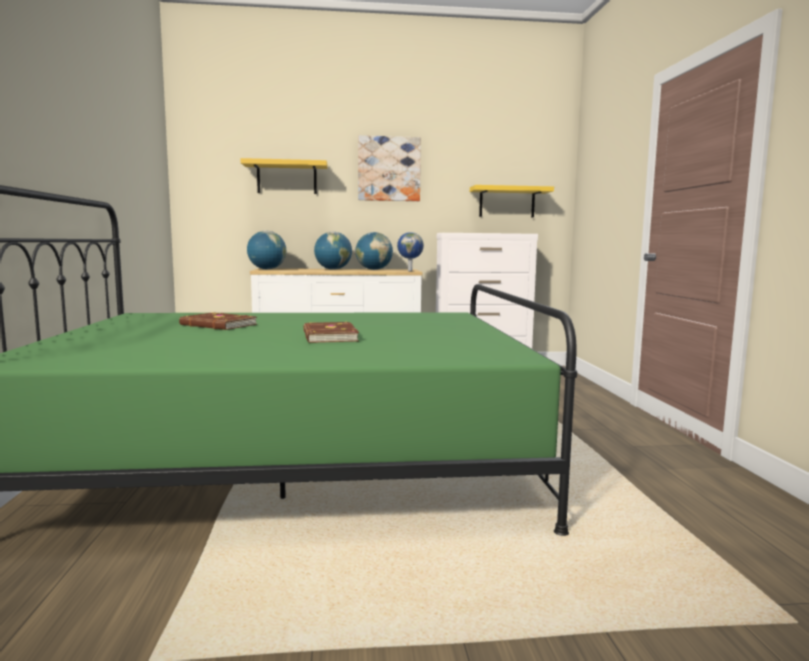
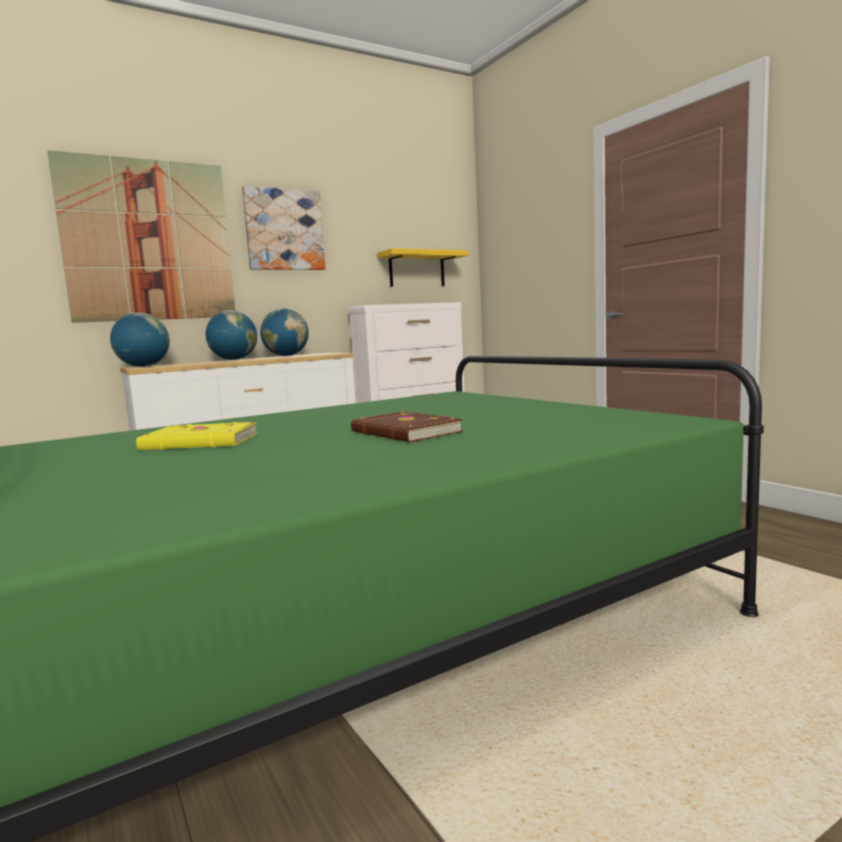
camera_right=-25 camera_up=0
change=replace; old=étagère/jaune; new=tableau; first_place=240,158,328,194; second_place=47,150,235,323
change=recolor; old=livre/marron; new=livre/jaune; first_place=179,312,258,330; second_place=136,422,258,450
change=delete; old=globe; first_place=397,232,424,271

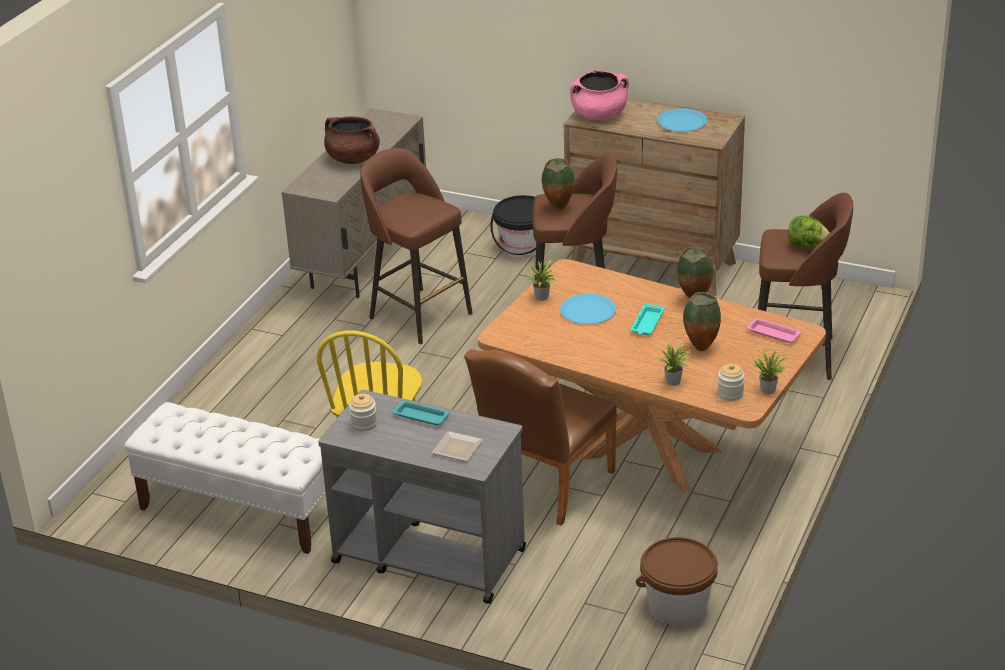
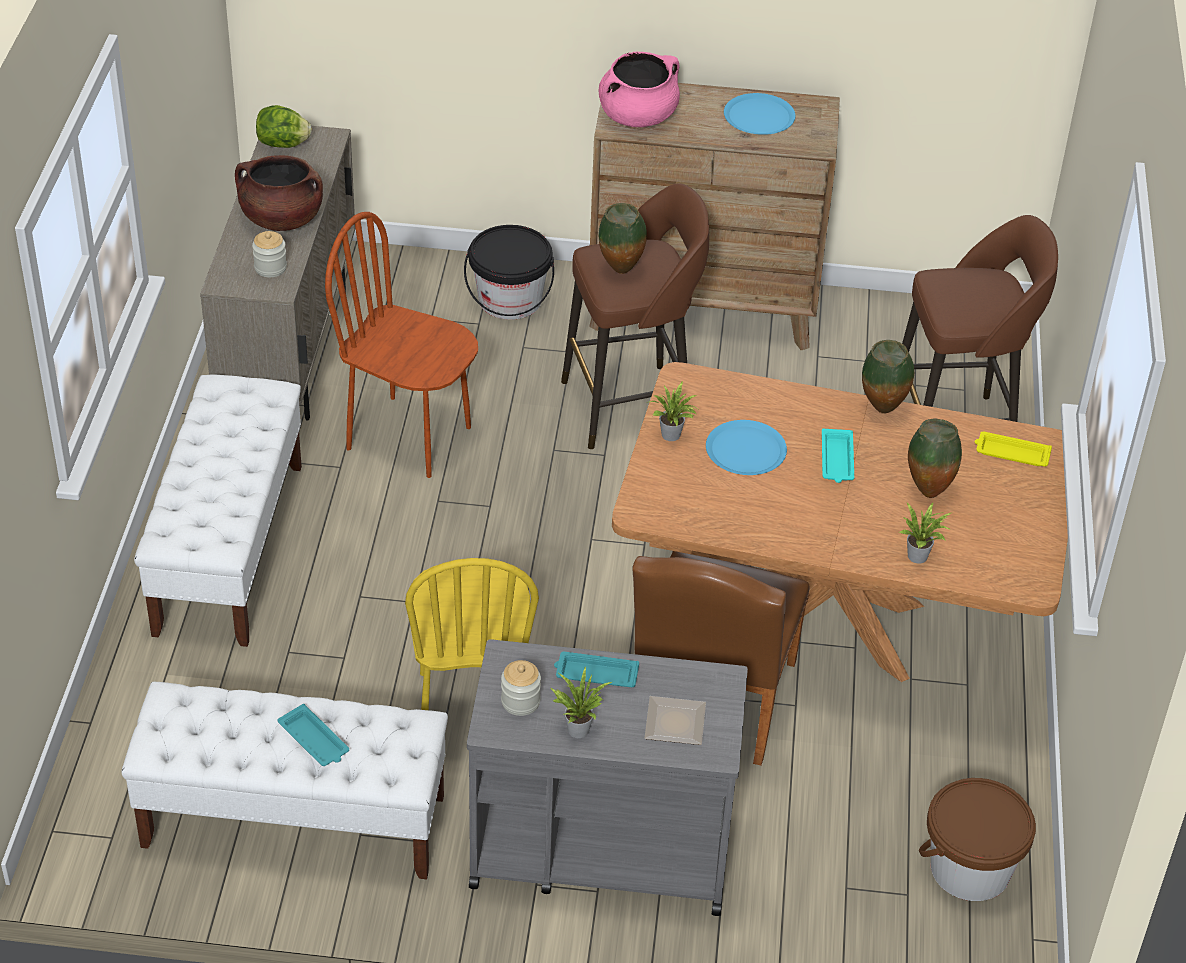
camera_right=-20 camera_up=10
change=insert; new=banc/blanc; second_place=134,375,302,647
change=move; old=bocal; first_place=718,364,745,401; second_place=252,231,287,277
change=move; old=laitue; first_place=788,216,830,249; second_place=256,105,312,148
change=insert; new=plateau/turquoise; second_place=278,704,349,766
change=replace; old=tabouret/marron; new=chaise/marron; first_place=360,148,473,344; second_place=325,212,478,478
change=move; old=plante en pot; first_place=752,347,792,395; second_place=550,666,612,738
change=recolor; old=plateau/rose; new=plateau/jaune; first_place=747,318,802,343; second_place=975,431,1052,467

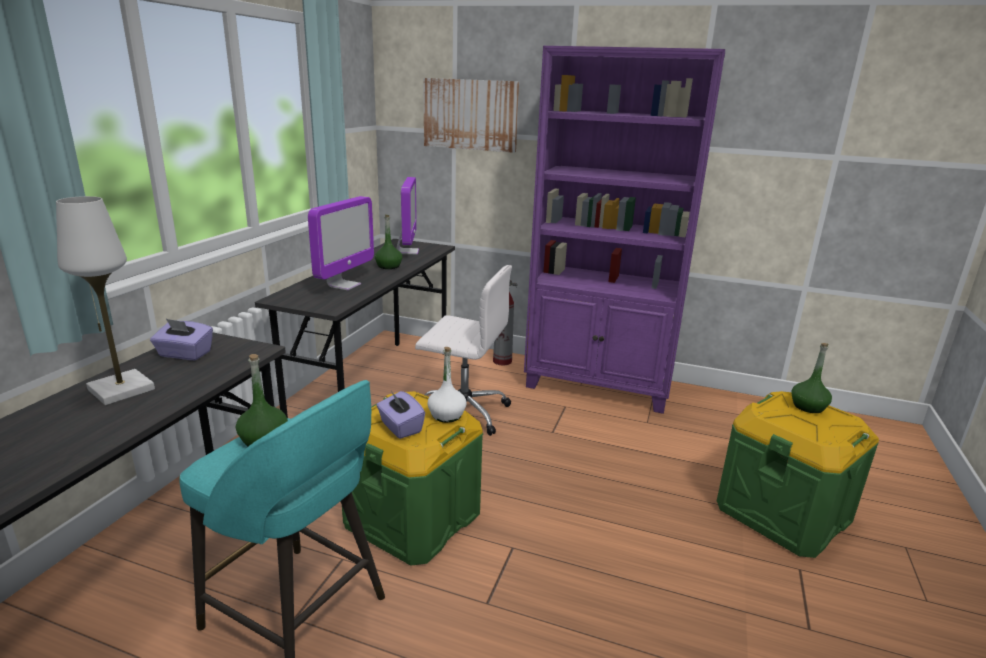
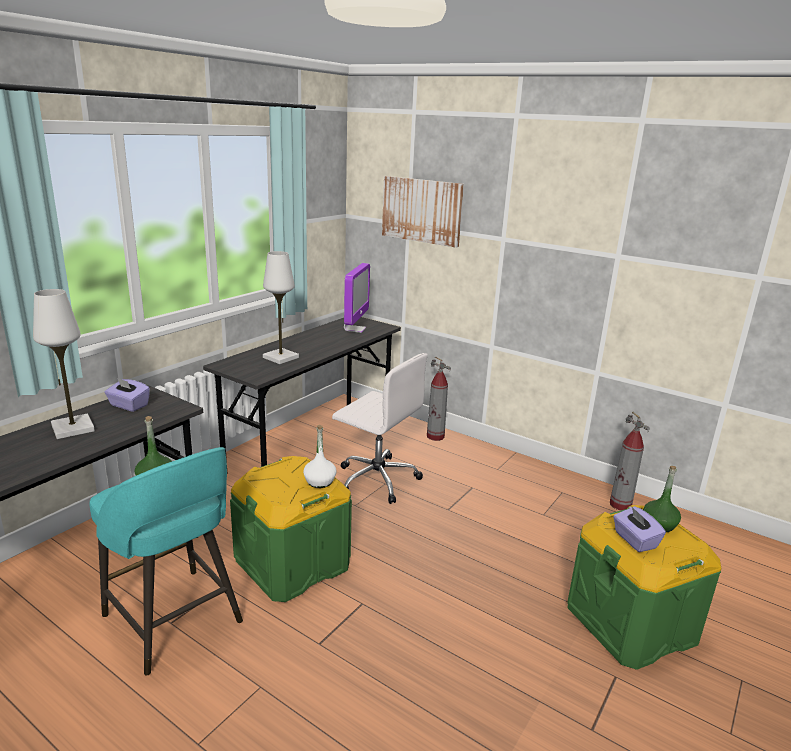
camera_right=15 camera_up=0
change=replace; old=écran d'ordinateur; new=lampe de table/blanc; first_place=308,196,374,290; second_place=263,251,299,364
change=insert; new=extincteur; second_place=610,412,650,510
change=move; old=boîte à mouchoirs/violet; first_place=376,391,425,439; second_place=613,506,666,552
change=delete; old=bouteille/vert; first_place=375,215,402,269
change=delete; old=bibliothèque/violet; first_place=524,46,725,414

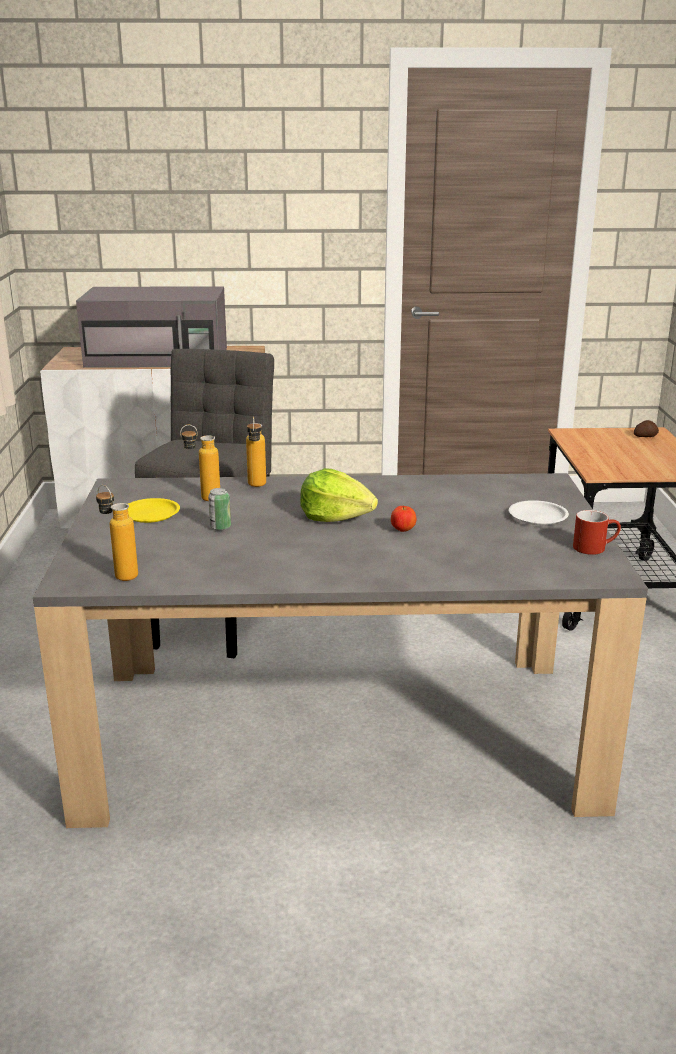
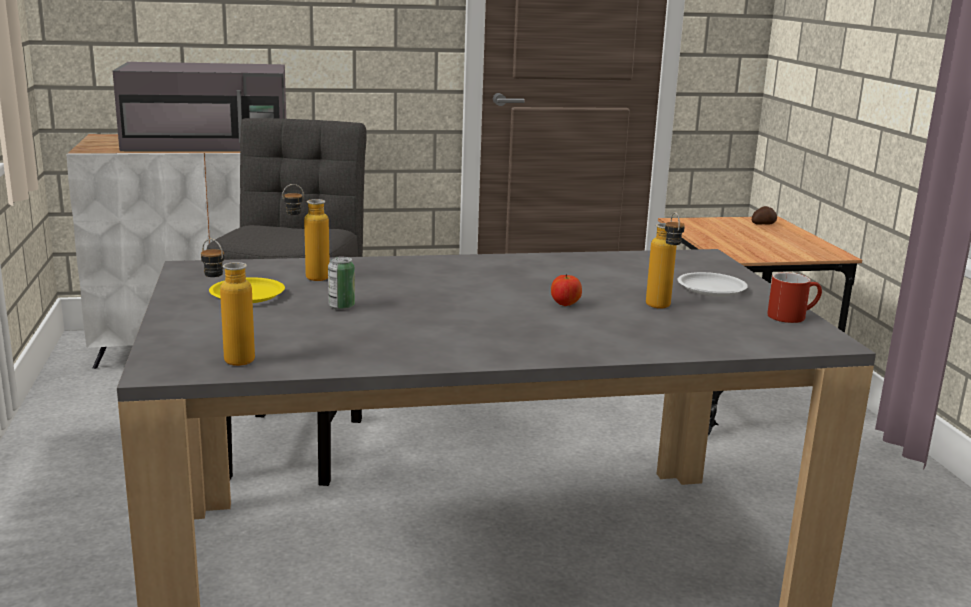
camera_right=-10 camera_up=-5
change=move; old=bouteille; first_place=246,417,266,487; second_place=646,212,685,309
change=delete; old=laitue; first_place=300,468,378,522

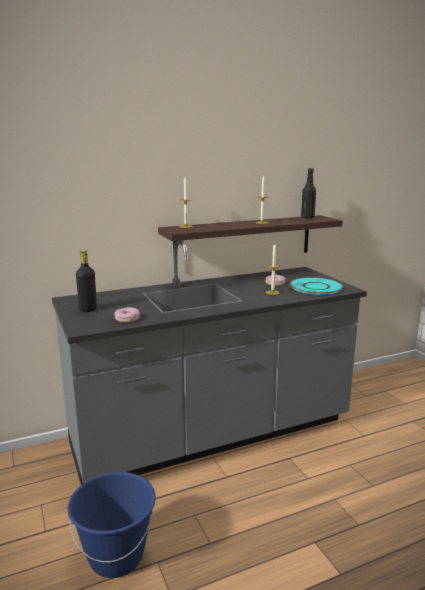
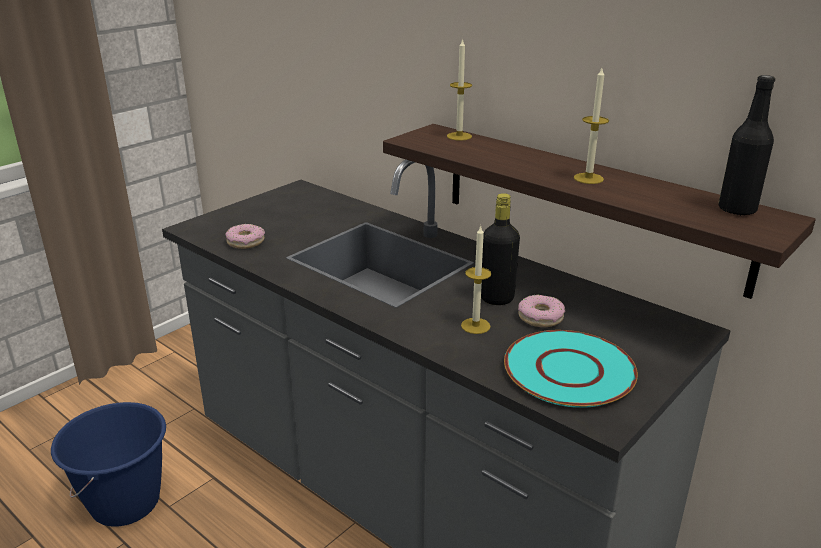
camera_right=65 camera_up=10
change=move; old=bouteille/noir; first_place=76,250,97,312; second_place=481,193,520,305

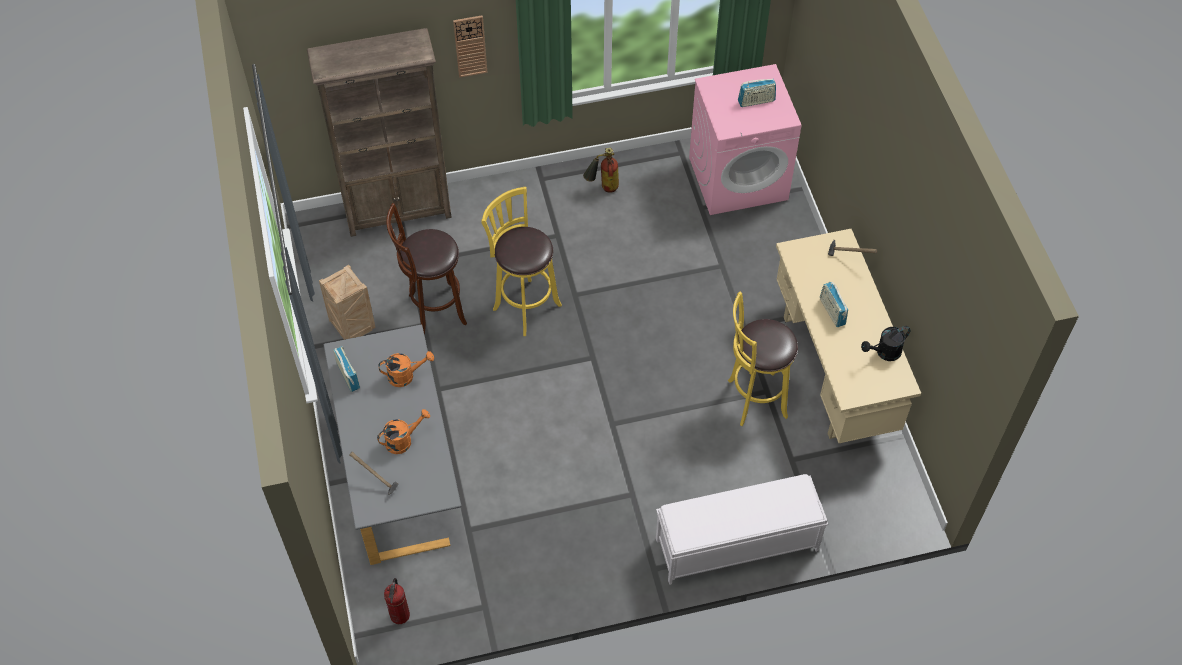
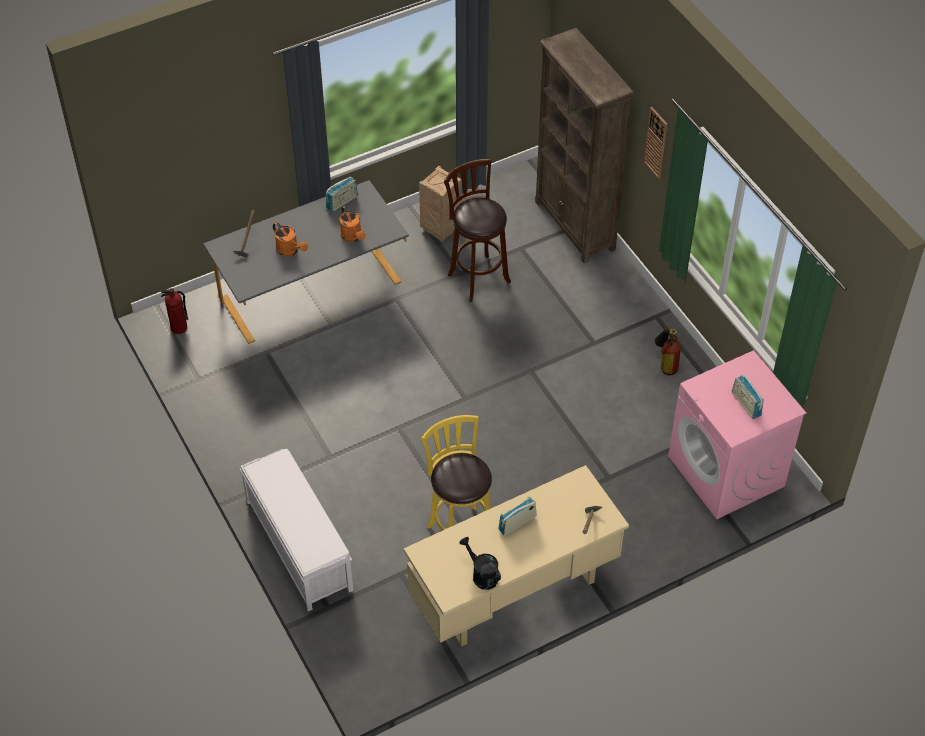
camera_right=75 camera_up=-5
change=delete; old=tabouret/jaune; first_place=481,187,562,336

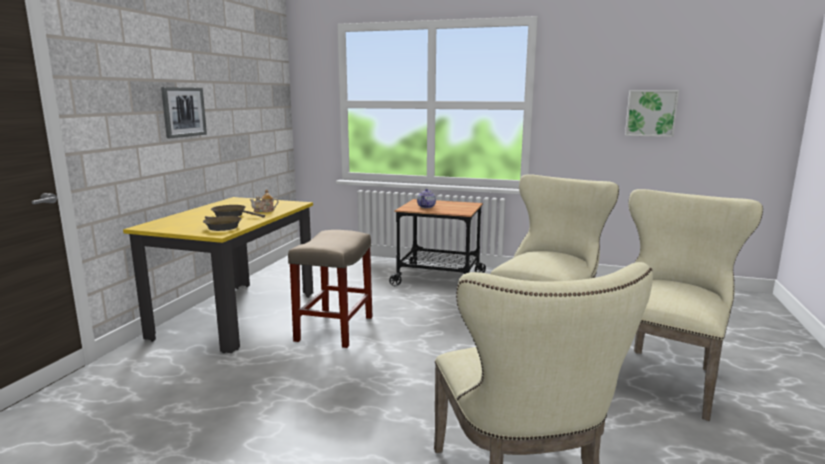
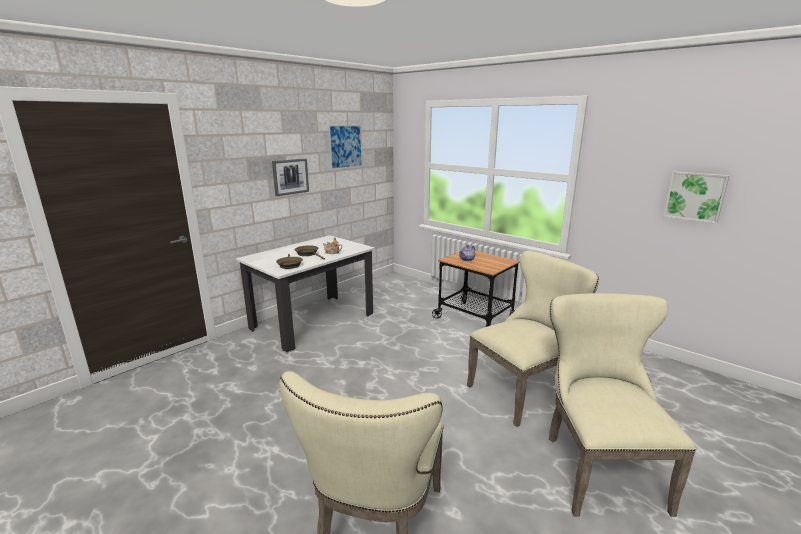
camera_right=25 camera_up=5
change=recolor; old=table à manger/jaune; new=table à manger/blanc; first_place=123,197,313,353; second_place=236,235,375,352
change=insert; new=tableau; second_place=328,124,363,170
change=rotate; old=chaise/beige; first_place=628,189,763,421; second_place=549,293,696,517; degrees=-60
change=delete; old=tabouret/beige; first_place=288,230,372,348

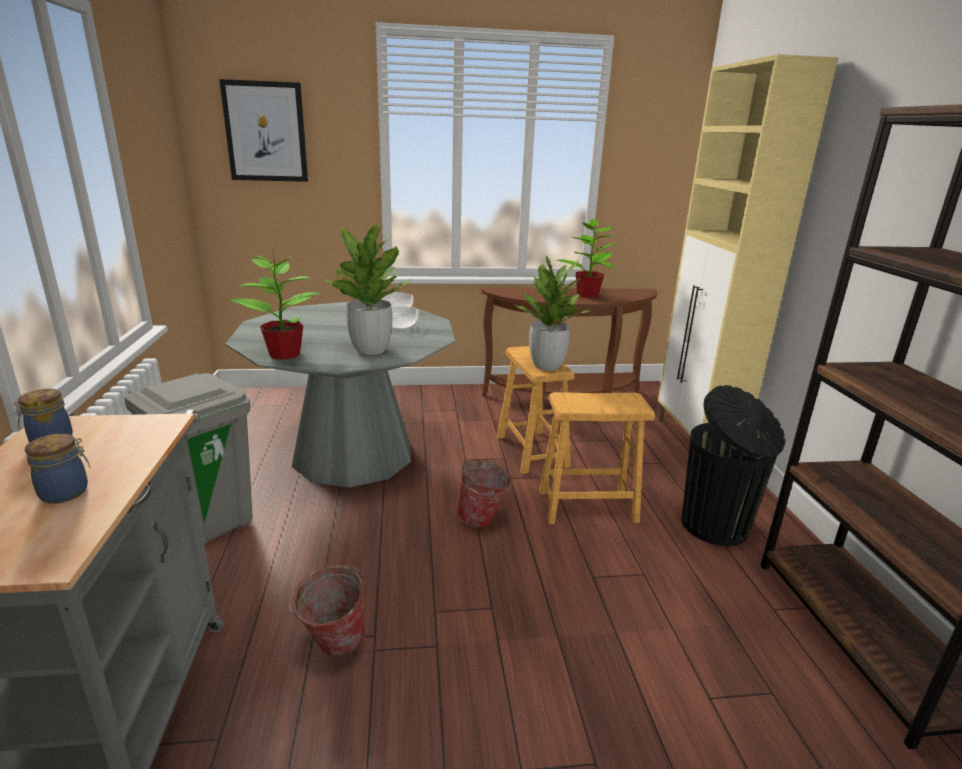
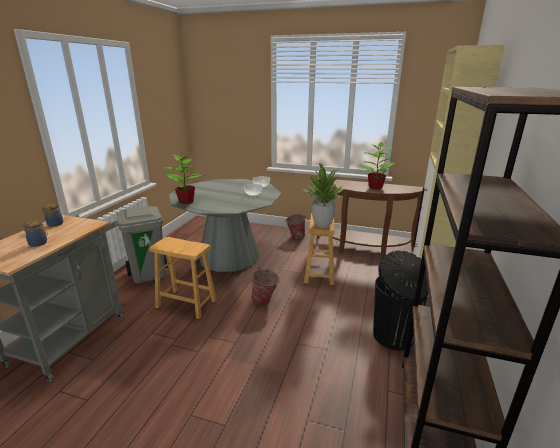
camera_right=25 camera_up=0
change=move; old=tabouret/marron; first_place=539,392,655,524; second_place=149,237,217,319
change=move; old=seau; first_place=289,565,365,657; second_place=285,214,306,239
change=delete; old=tableau; first_place=219,79,308,182
change=delete; old=plante en pot; first_place=326,224,412,355

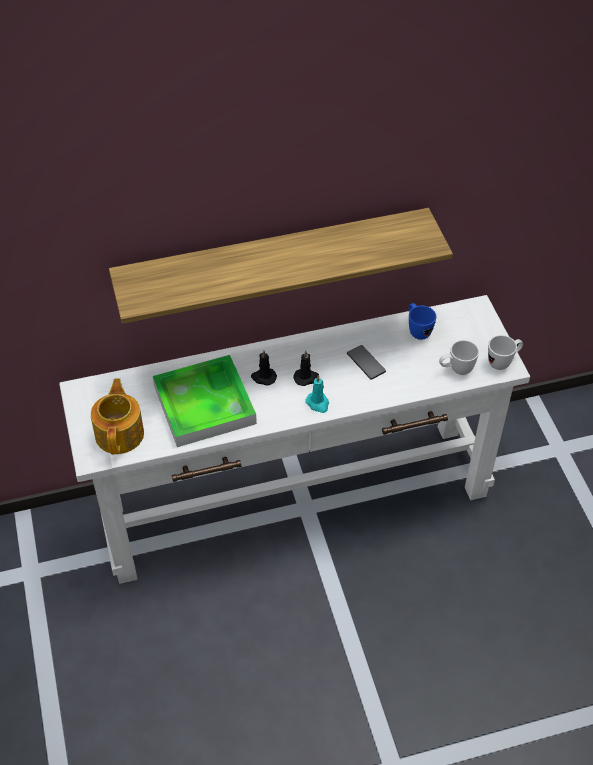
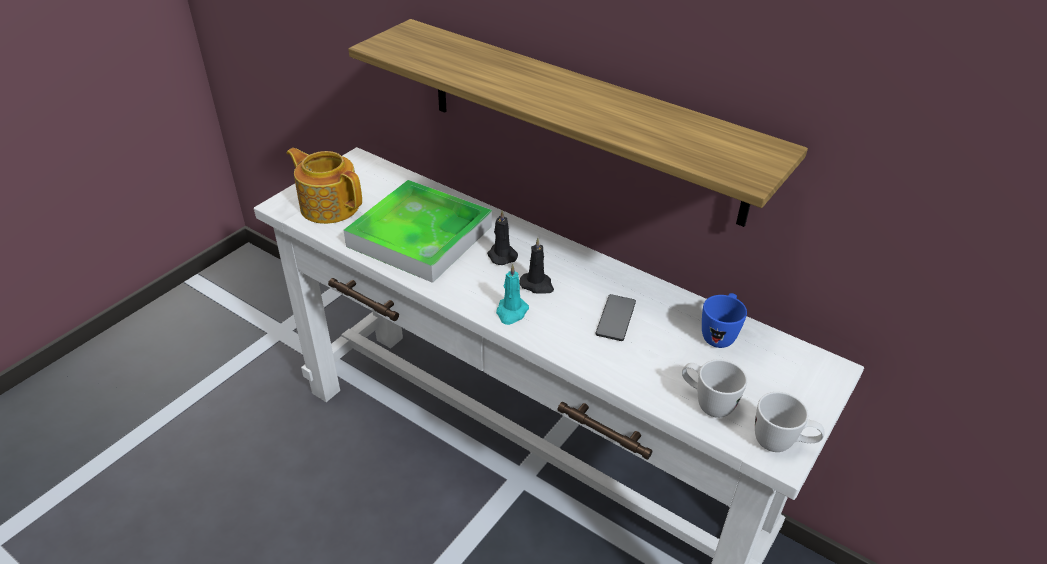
camera_right=50 camera_up=-10
change=rotate; old=théière; first_place=91,378,144,454; second_place=287,148,362,224; degrees=-105

